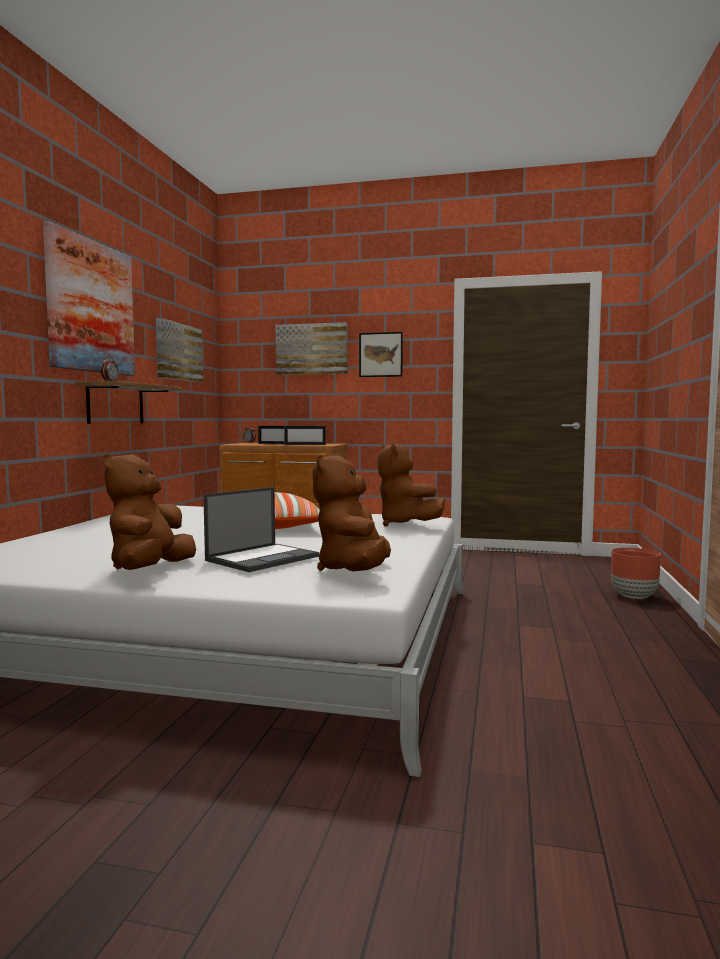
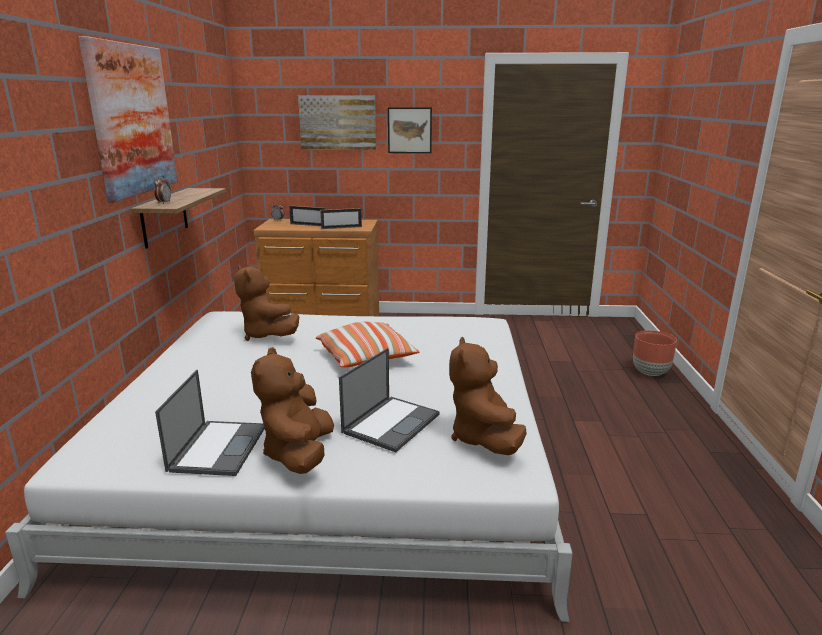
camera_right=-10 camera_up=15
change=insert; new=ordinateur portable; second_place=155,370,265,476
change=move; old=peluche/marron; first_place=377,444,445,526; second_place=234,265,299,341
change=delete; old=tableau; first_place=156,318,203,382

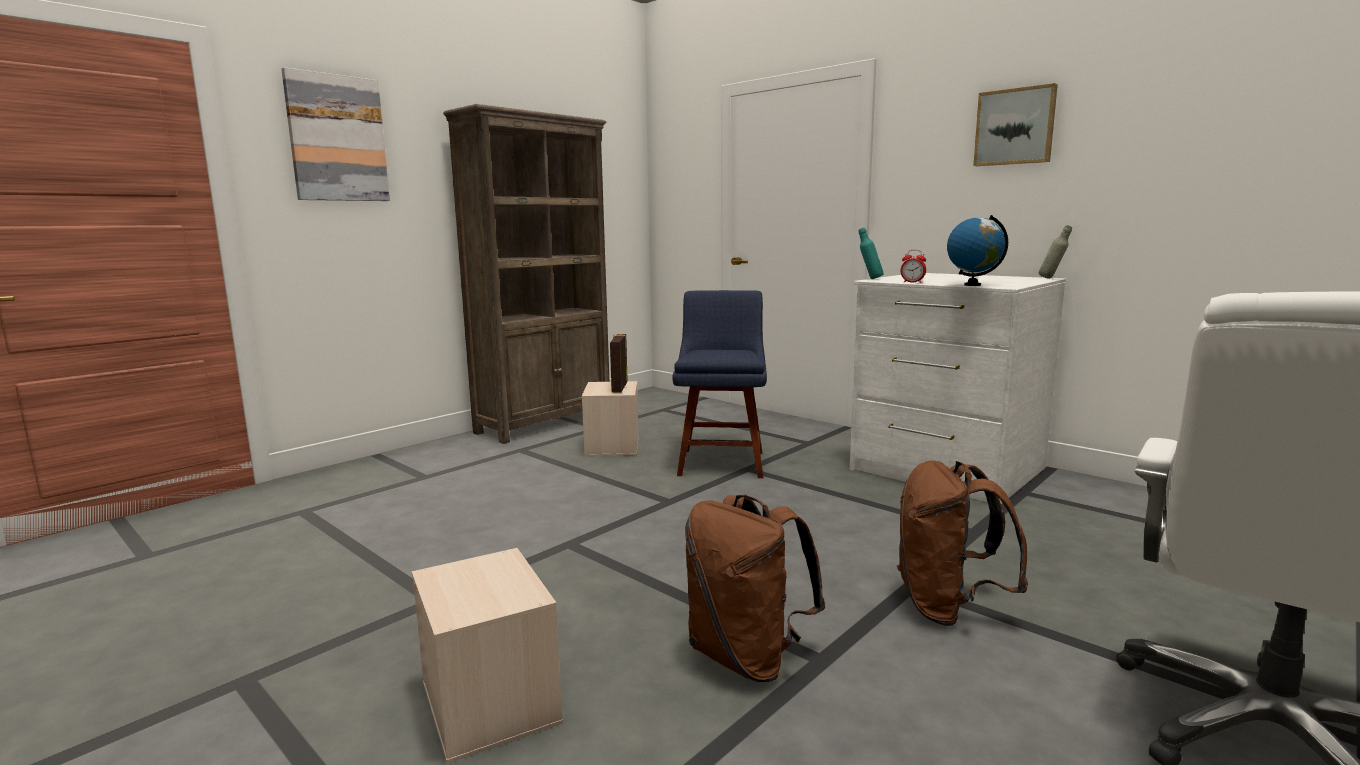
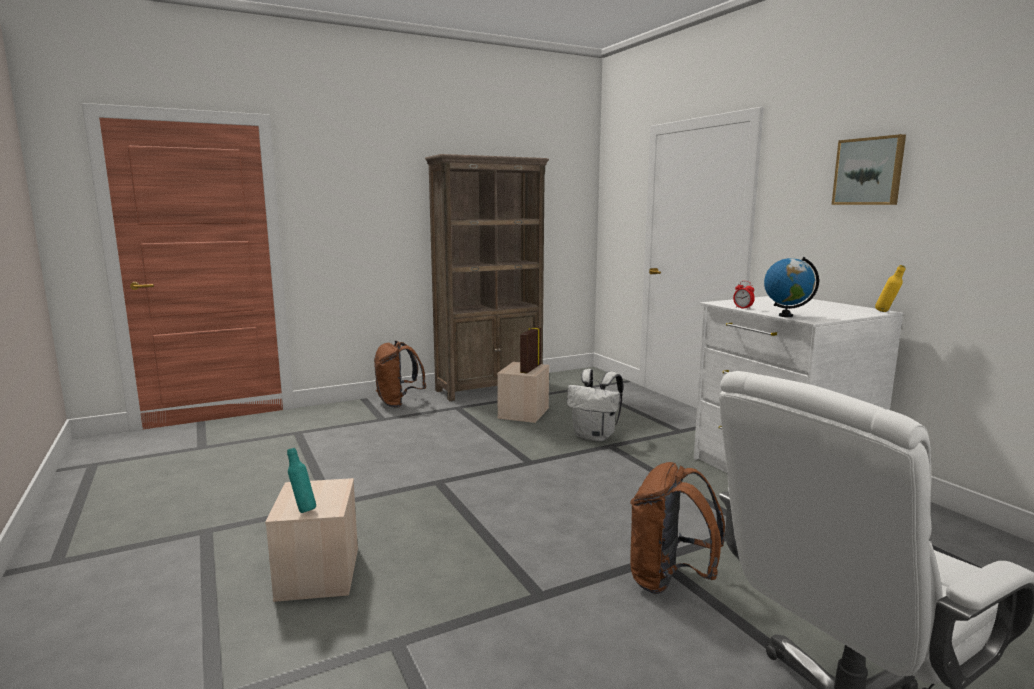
camera_right=20 camera_up=0
change=move; old=bouteille/turquoise; first_place=859,228,883,279; second_place=287,448,316,513
change=move; old=sac à dos/marron; first_place=685,494,825,682; second_place=374,341,426,407
change=replace; old=chaise/bleu; new=sac à dos/blanc; first_place=672,290,767,478; second_place=567,369,623,442
change=recolor; old=bouteille/gris; new=bouteille/jaune; first_place=1039,225,1072,279; second_place=875,265,906,312
change=delete; old=tableau; first_place=281,67,390,201

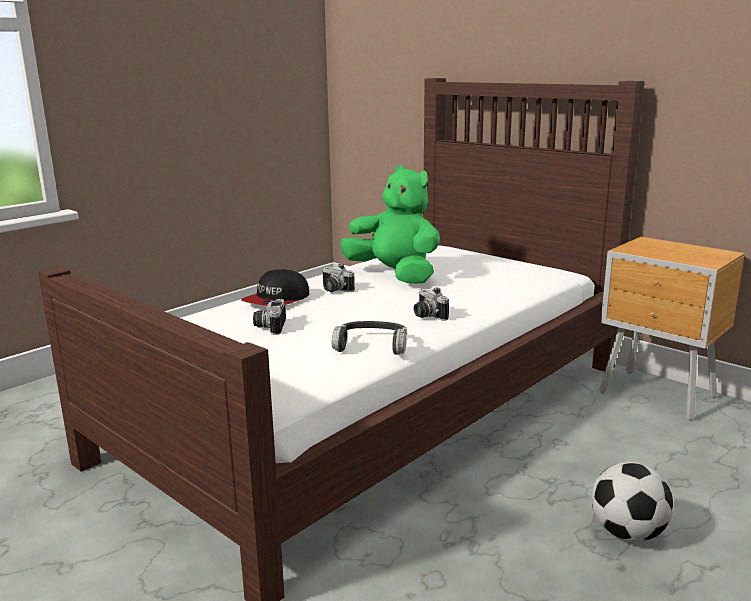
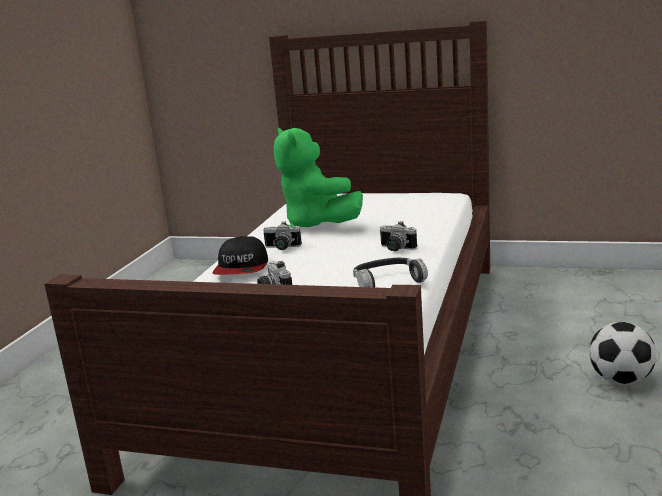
camera_right=-25 camera_up=0
change=rotate; old=peluche/vert; first_place=340,165,440,283; second_place=274,128,363,227; degrees=-135
change=delete; old=table de chevet/marron; first_place=599,237,745,421

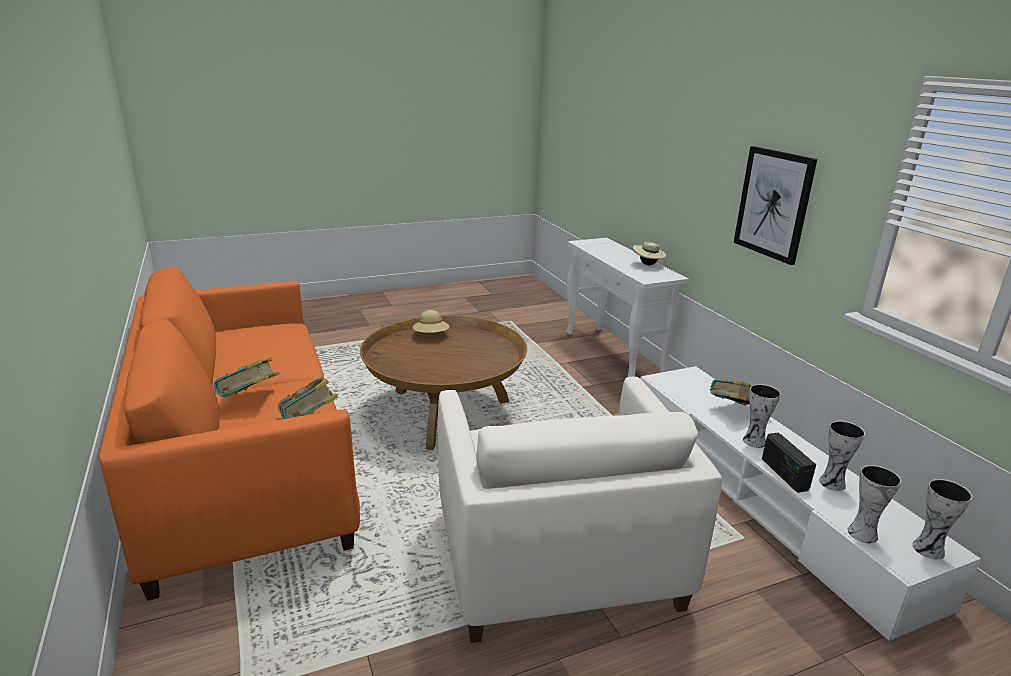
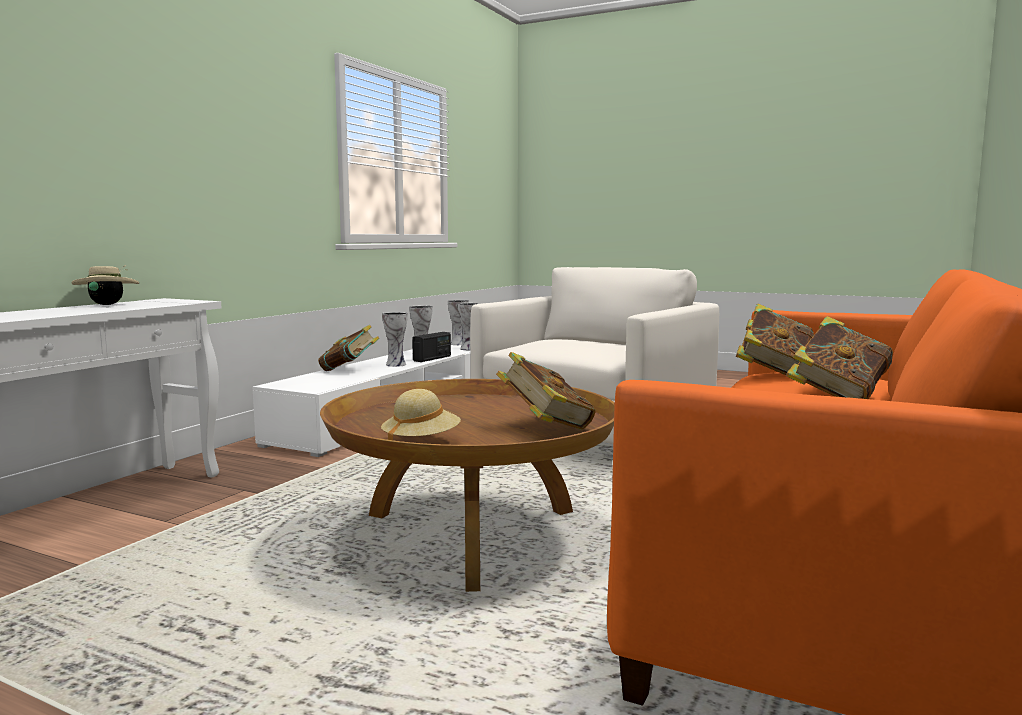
camera_right=-130 camera_up=-15
change=insert; new=livre; second_place=496,352,596,430
change=delete; old=tableau; first_place=734,146,817,265

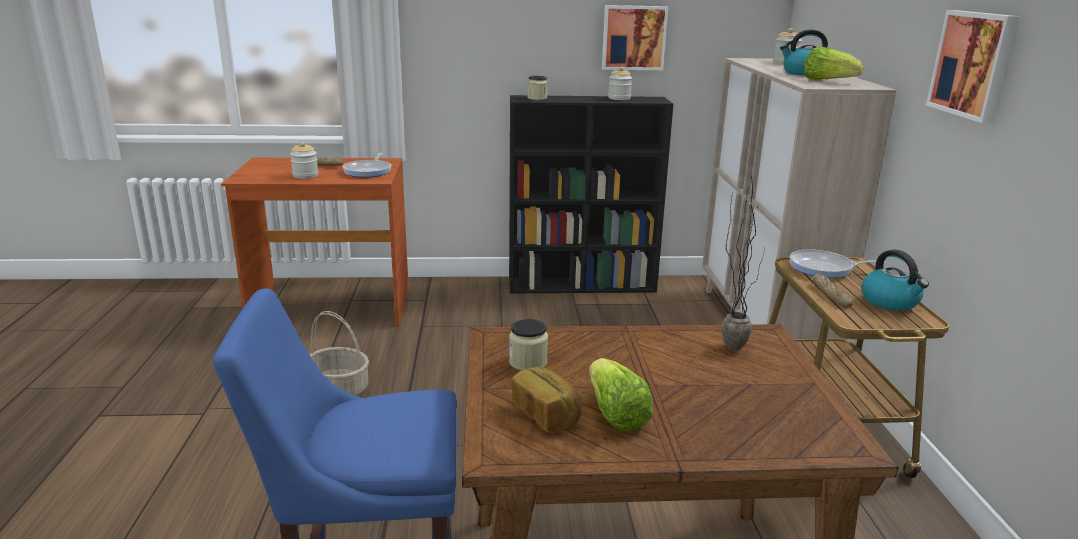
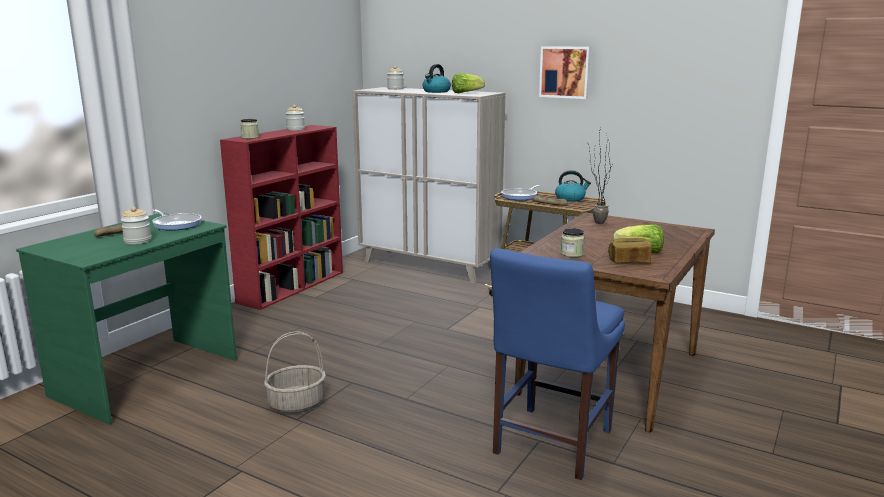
camera_right=-55 camera_up=-5
change=recolor; old=bureau/marron; new=bureau/vert; first_place=221,158,409,327; second_place=16,213,237,424
change=recolor; old=bibliothèque/noir; new=bibliothèque/rouge; first_place=509,95,673,293; second_place=220,125,343,310
change=delete; old=tableau; first_place=602,5,668,70

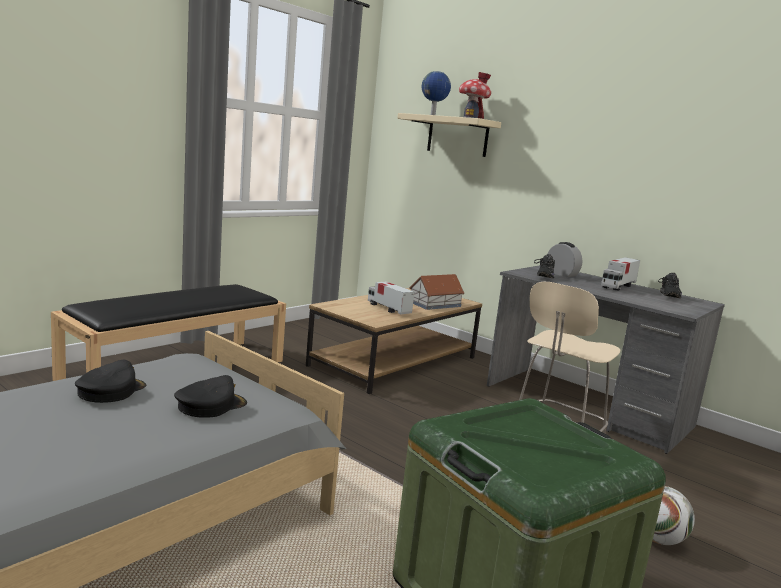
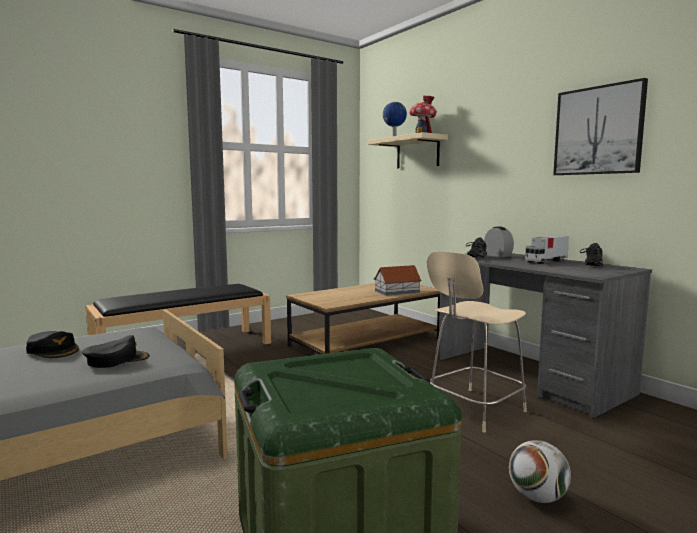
camera_right=15 camera_up=-5
change=rotate; old=casquette/noir; first_place=75,360,146,403; second_place=26,331,79,358; degrees=90
change=insert; new=tableau; second_place=553,78,648,175
change=delete; old=camion jouet; first_place=368,281,414,314

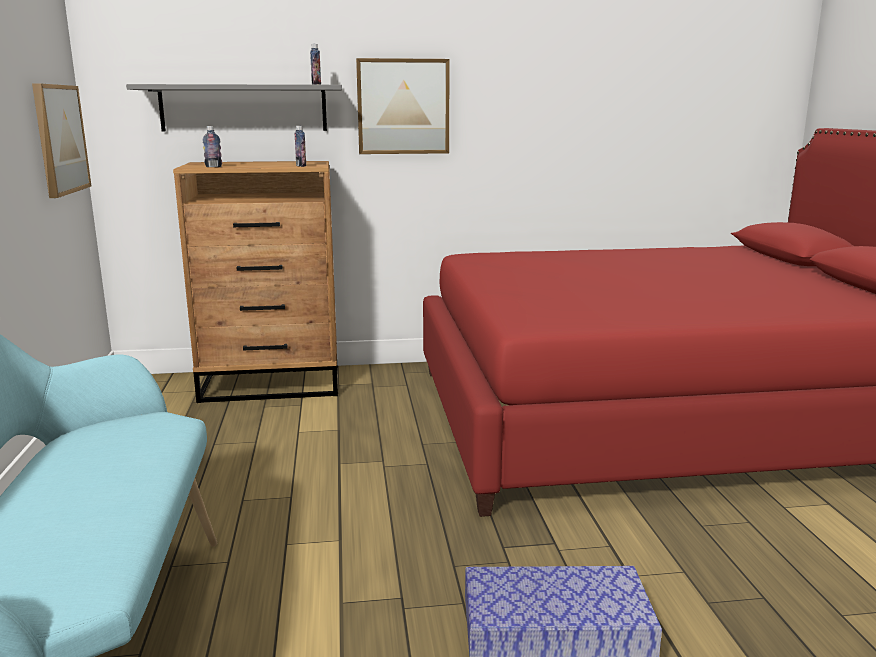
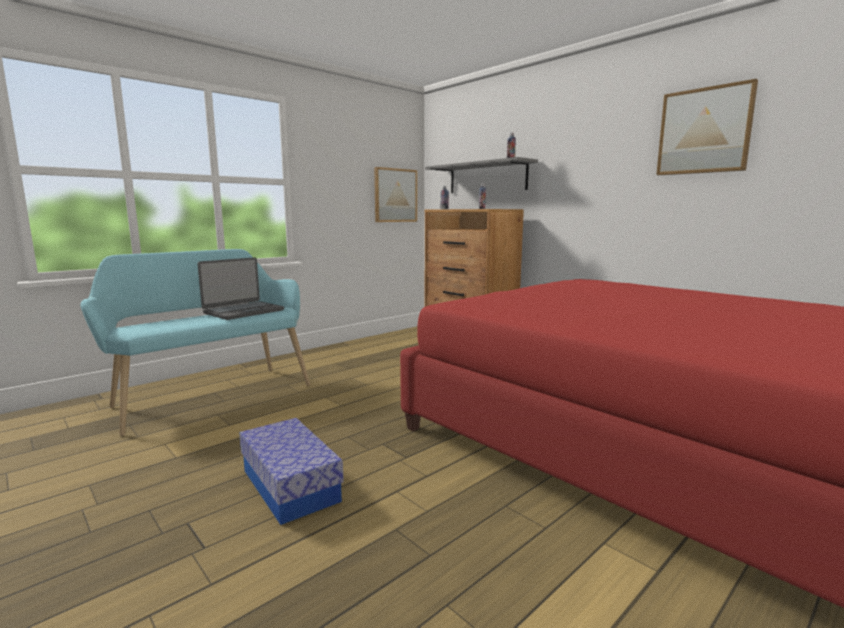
camera_right=55 camera_up=-5
change=insert; new=ordinateur portable; second_place=198,257,284,320
change=move; old=tableau; first_place=356,58,450,154; second_place=656,79,758,175

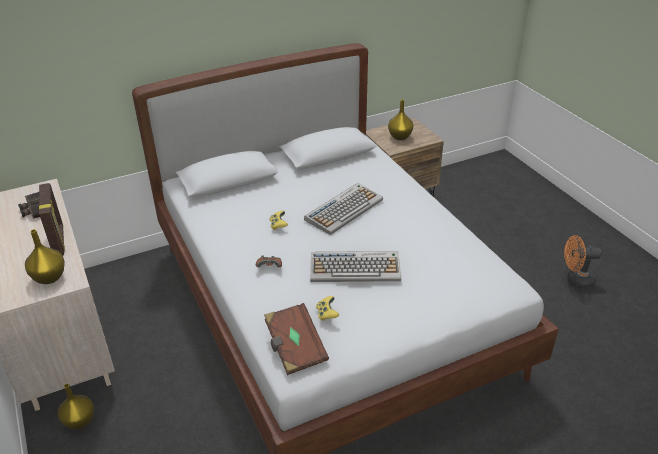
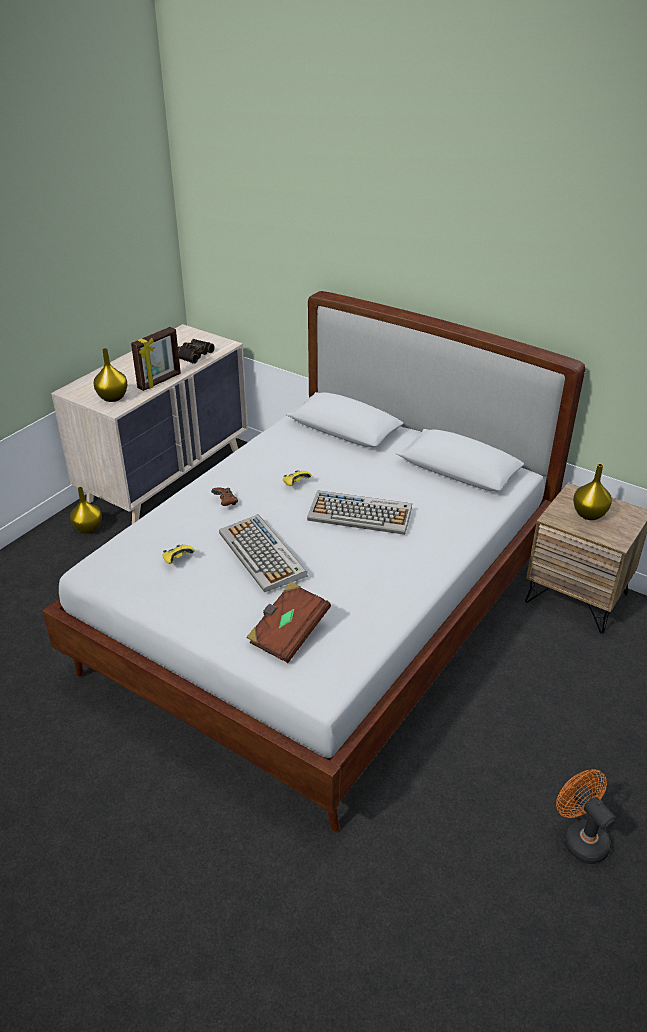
camera_right=60 camera_up=0
change=move; old=livre/marron; first_place=264,303,329,375; second_place=246,582,331,663

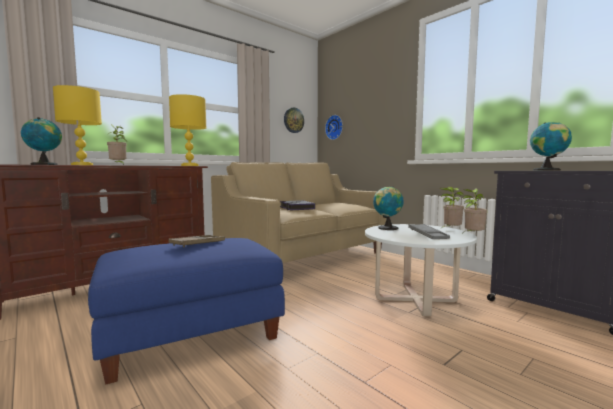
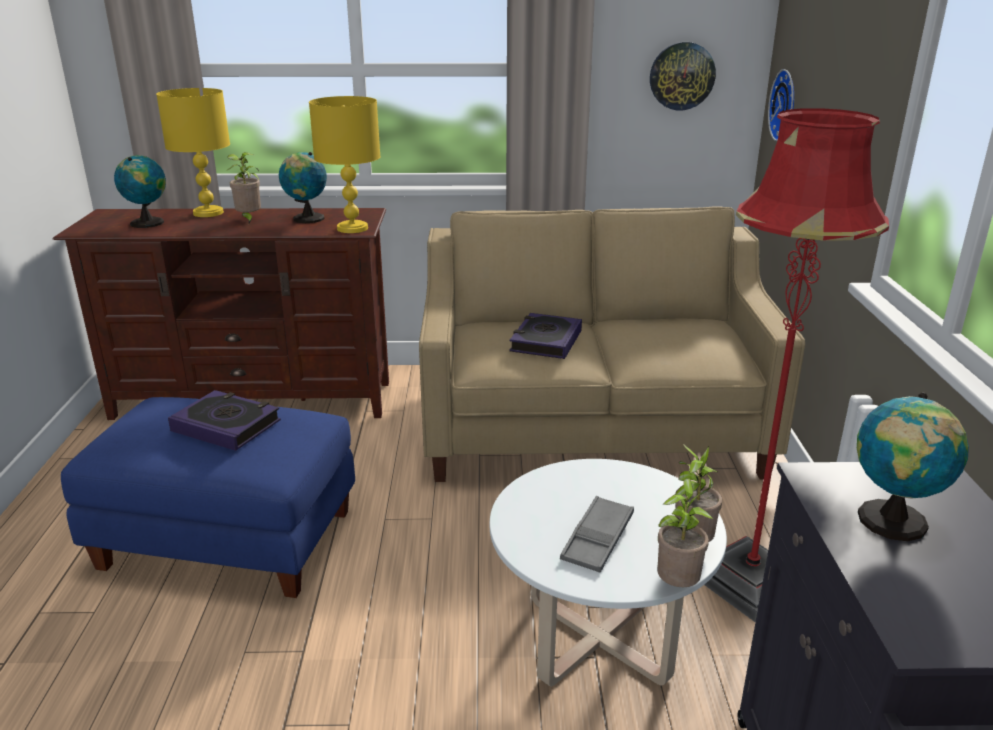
camera_right=40 camera_up=20
change=replace; old=plateau/marron; new=livre; first_place=168,235,225,247; second_place=168,390,281,451
change=move; old=globe; first_place=373,186,404,230; second_place=279,152,327,223
change=insert; new=lampadaire/rouge; second_place=704,108,889,622

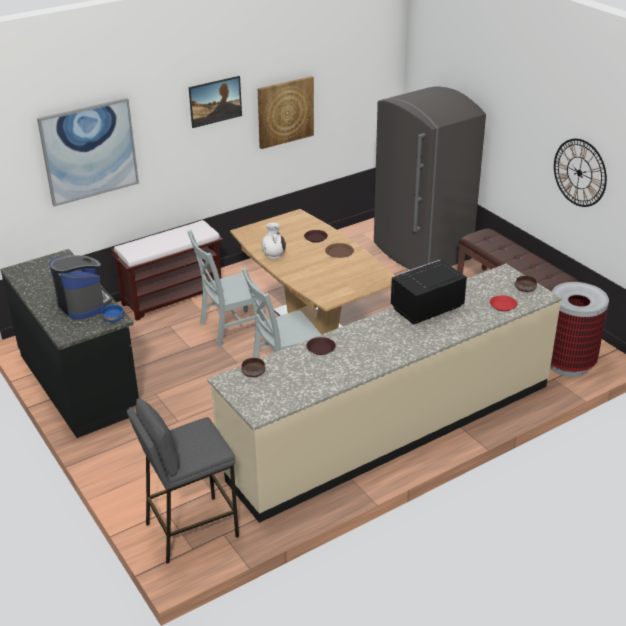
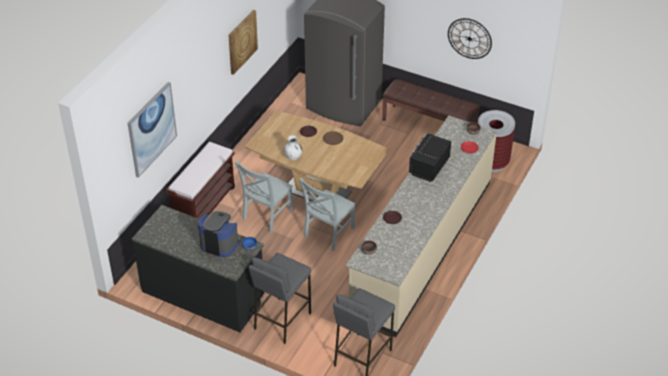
camera_right=-30 camera_up=10
change=insert; new=tabouret/gris; second_place=249,253,311,344
change=delete; old=tableau; first_place=189,76,242,128

